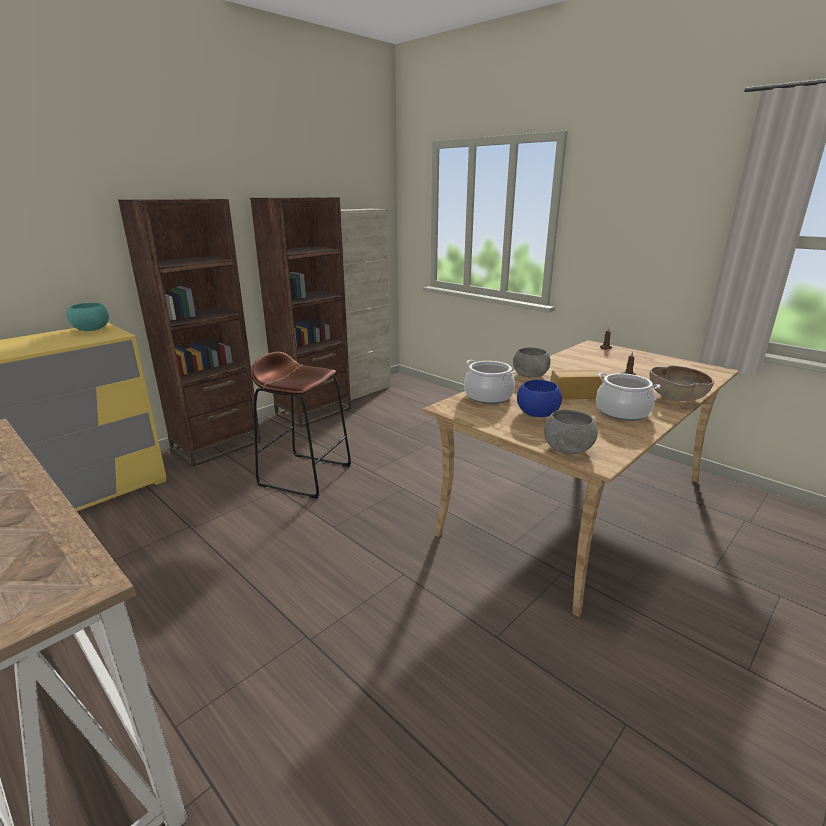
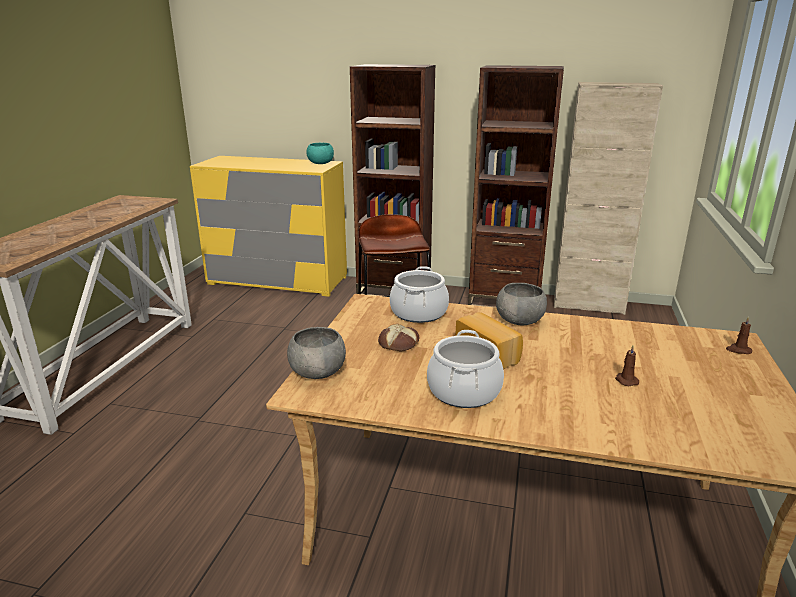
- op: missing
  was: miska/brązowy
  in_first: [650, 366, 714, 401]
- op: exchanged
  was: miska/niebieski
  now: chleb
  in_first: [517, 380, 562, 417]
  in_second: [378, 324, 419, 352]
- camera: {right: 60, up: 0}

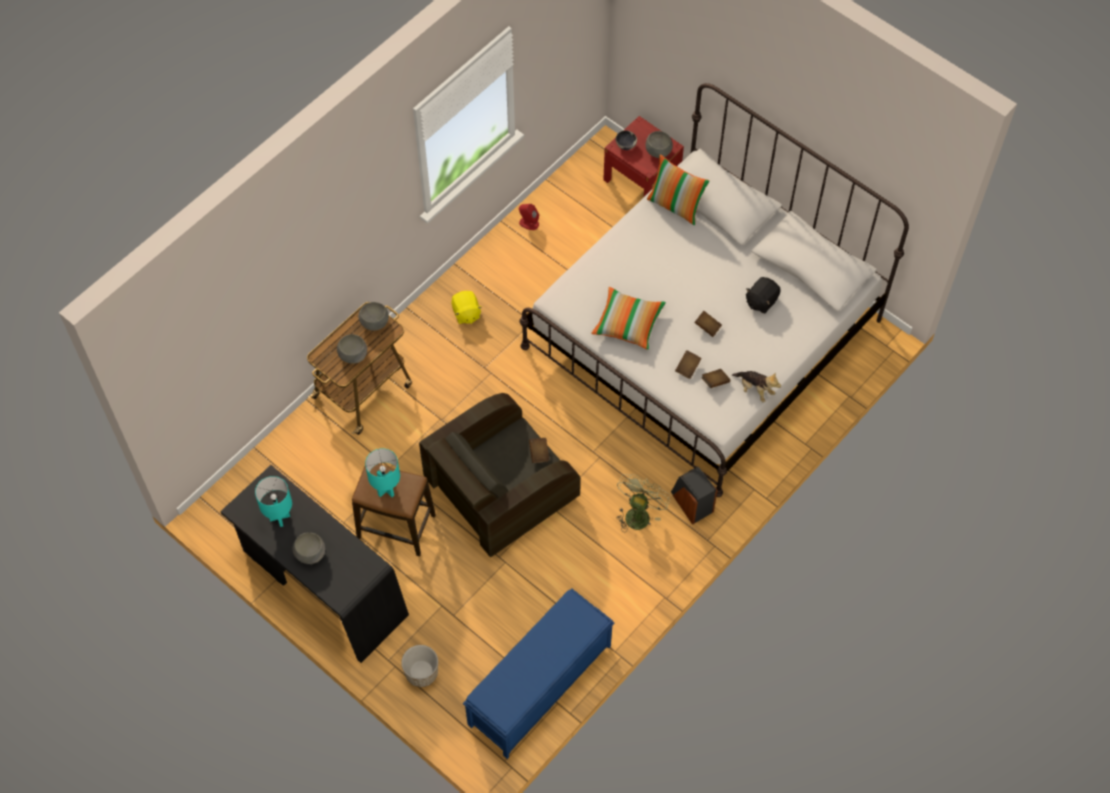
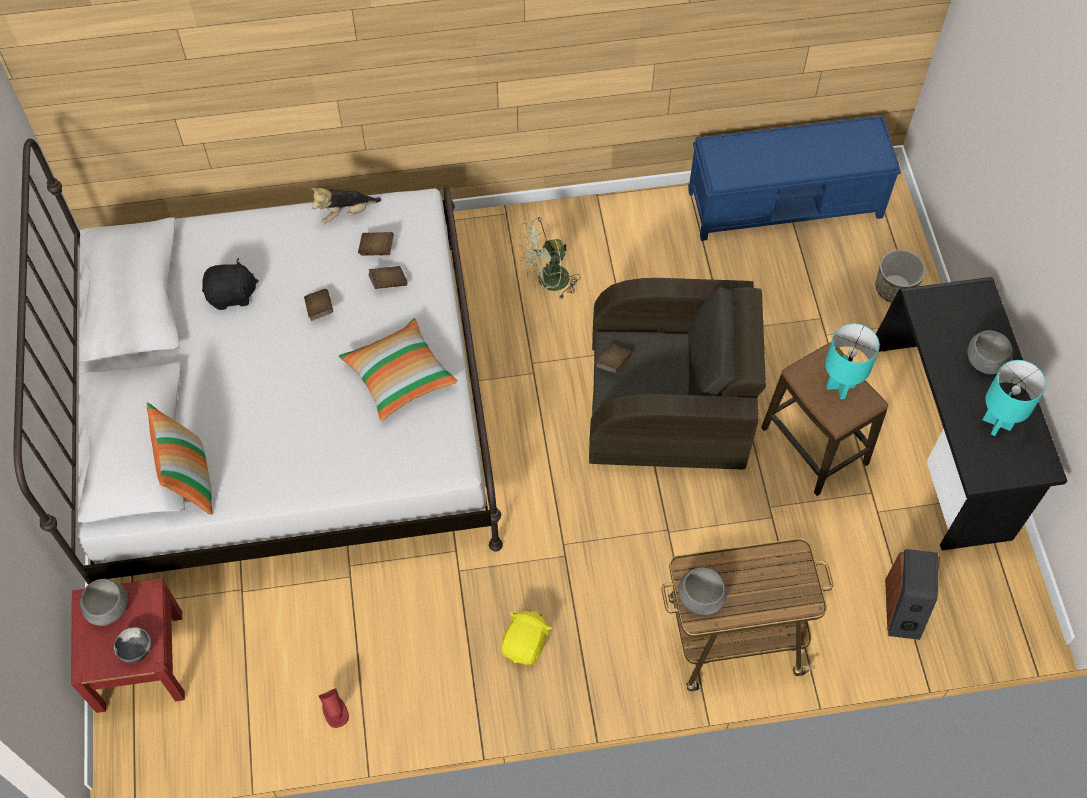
- op: missing
  was: miska/szary
  in_first: [337, 334, 367, 364]
- op: spun
  was: pluszak
  in_first: [732, 371, 781, 402]
  in_second: [311, 188, 381, 224]
  clockwise: -105
- op: relocated
  was: głośnik
  in_first: [671, 467, 718, 525]
  in_second: [885, 549, 940, 640]
- camera: {right: -140, up: 0}

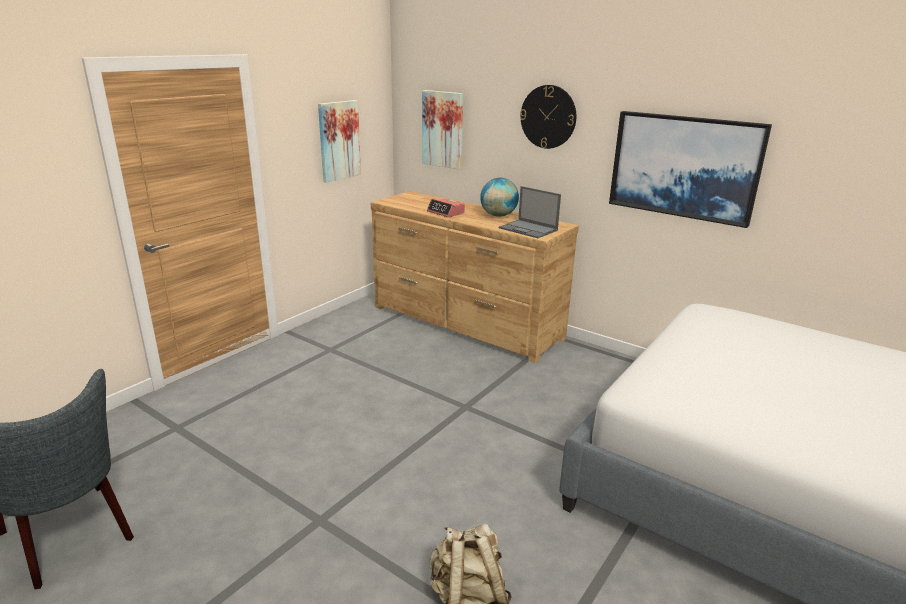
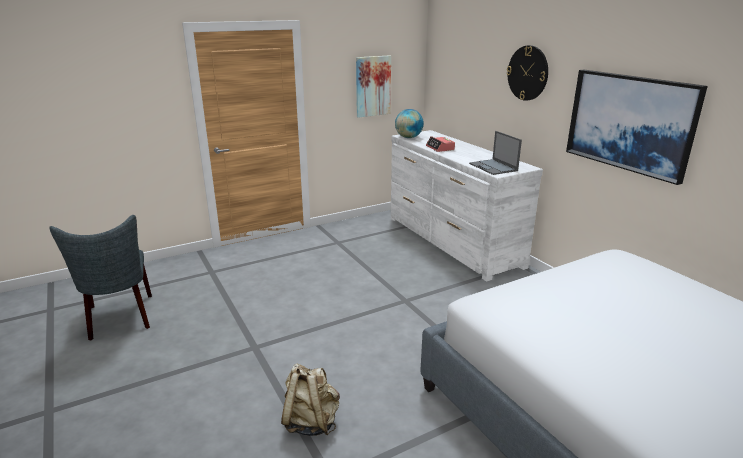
- op: missing
  was: obraz
  in_first: [422, 90, 463, 170]
- op: relocated
  was: globus
  in_first: [480, 178, 519, 217]
  in_second: [395, 109, 424, 138]
- op: colour
  was: komoda/brązowy
  now: komoda/biały
  in_first: [371, 191, 579, 363]
  in_second: [391, 130, 543, 281]
- camera: {right: 25, up: 0}

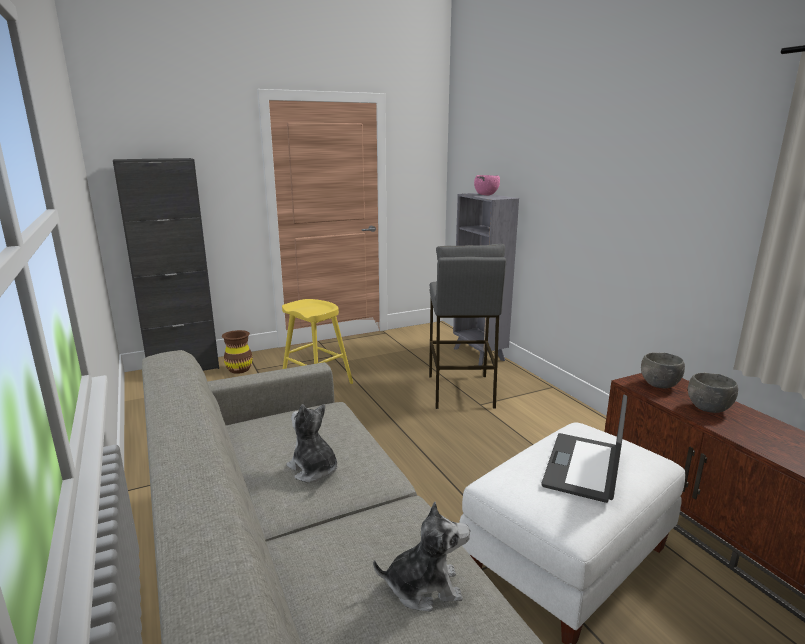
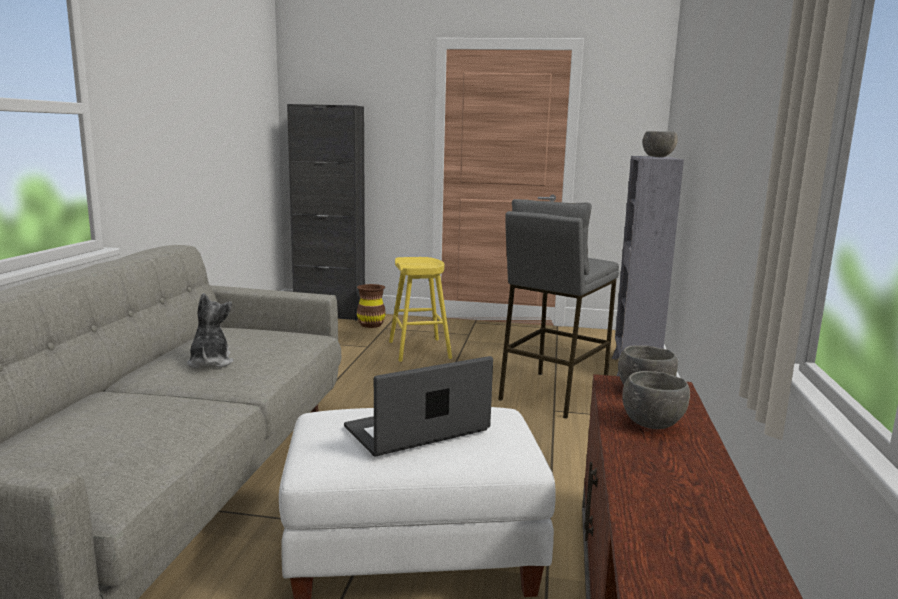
- op: colour
  was: miska/różowy
  now: miska/szary
  in_first: [474, 175, 500, 195]
  in_second: [643, 131, 678, 157]
- op: missing
  was: pluszak
  in_first: [373, 502, 470, 612]
- camera: {right: 35, up: -5}

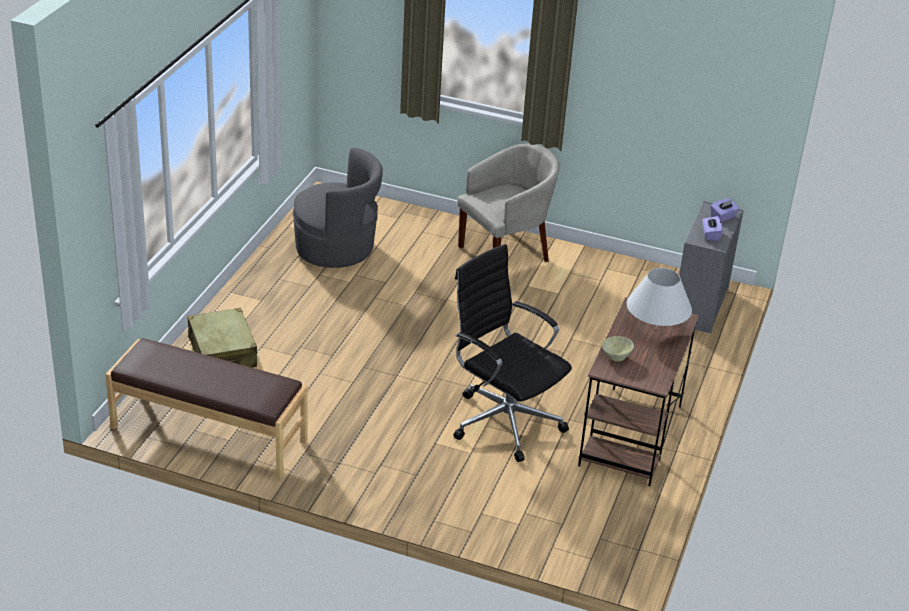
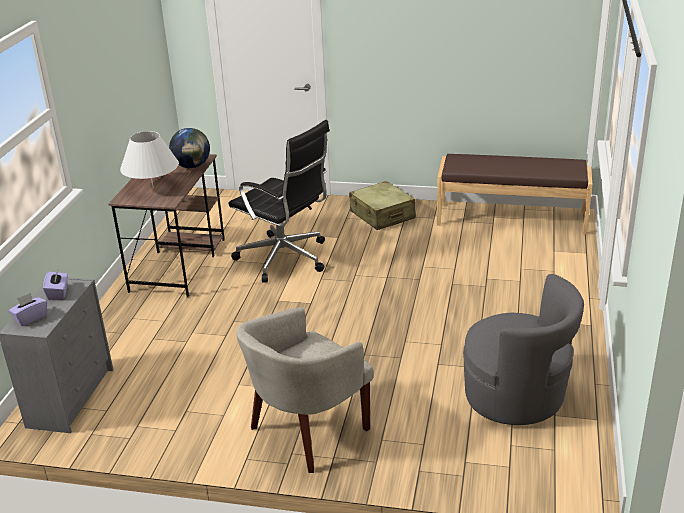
- op: spun
  was: fotel/szary
  in_first: [293, 148, 383, 268]
  in_second: [463, 274, 584, 425]
  clockwise: -150
- op: relocated
  was: walizka/beżowy
  in_first: [187, 308, 257, 368]
  in_second: [349, 181, 416, 230]
- op: exchanged
  was: miska/beżowy
  now: globus
  in_first: [602, 336, 634, 361]
  in_second: [169, 128, 210, 168]
- camera: {right: 175, up: -5}

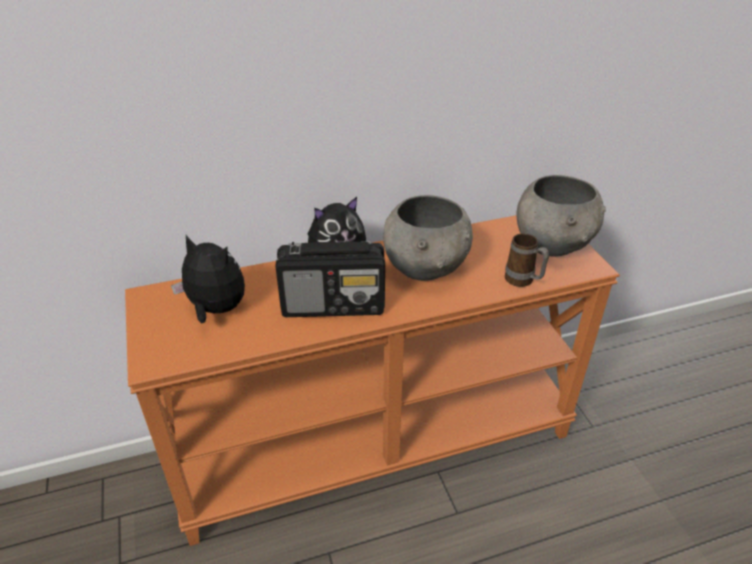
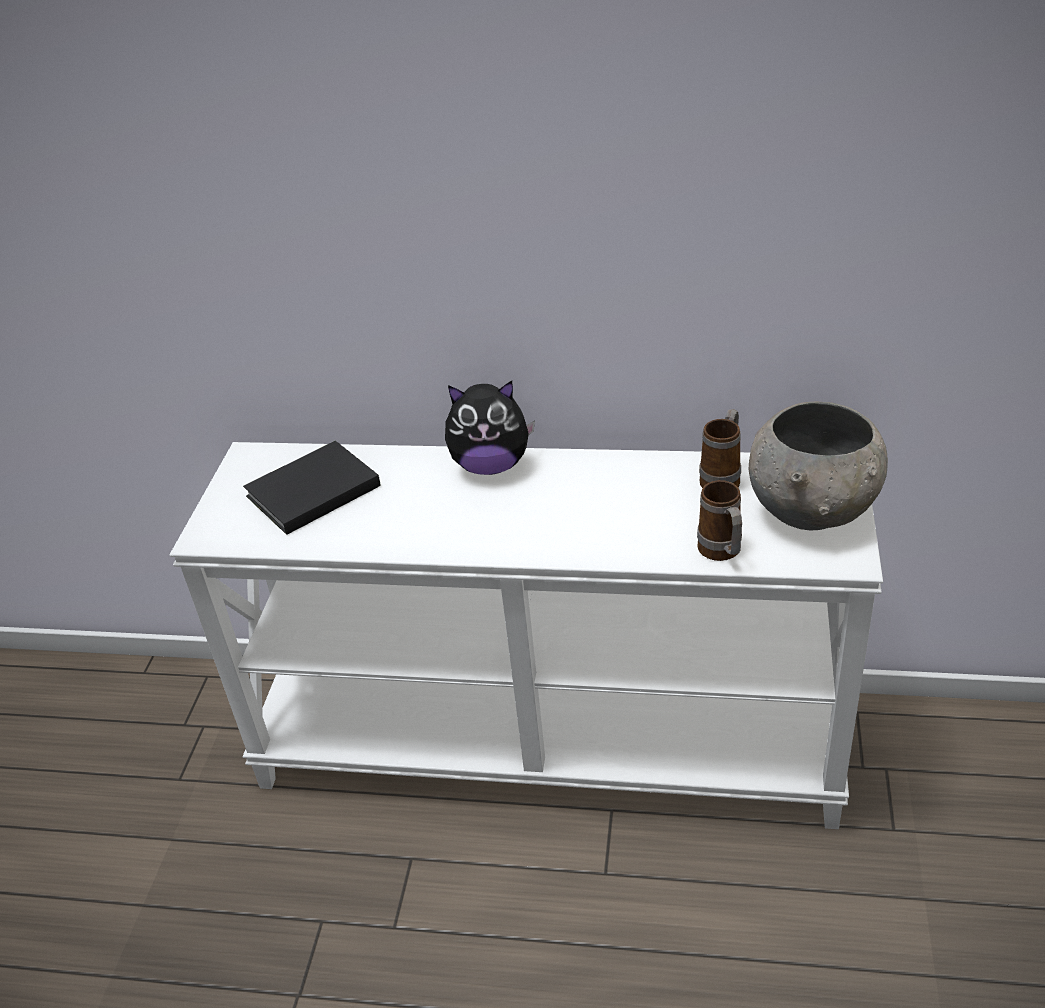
- op: missing
  was: miska/szary
  in_first: [383, 195, 473, 281]
- op: colour
  was: stolik konsolowy/pomarańczowy
  now: stolik konsolowy/biały
  in_first: [125, 215, 620, 546]
  in_second: [169, 442, 883, 829]
- op: exchanged
  was: pluszak
  now: książka/czarny
  in_first: [171, 235, 245, 324]
  in_second: [243, 441, 381, 535]
- op: missing
  was: radio
  in_first: [275, 241, 385, 317]
- op: appeared
  now: kubek
  in_second: [699, 409, 741, 488]
- camera: {right: 30, up: 0}

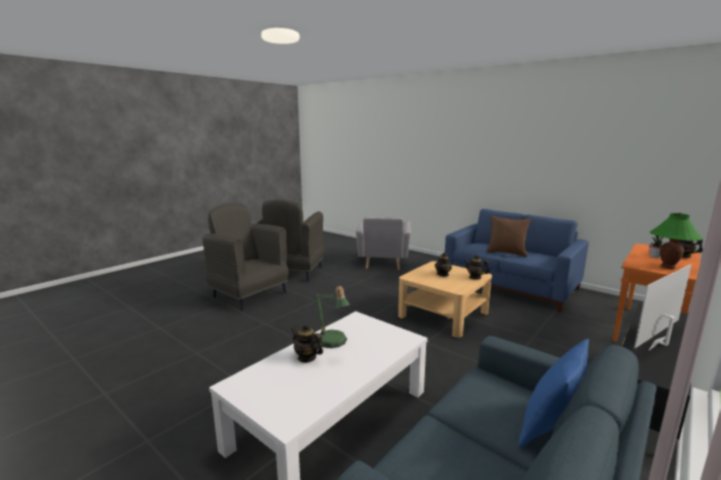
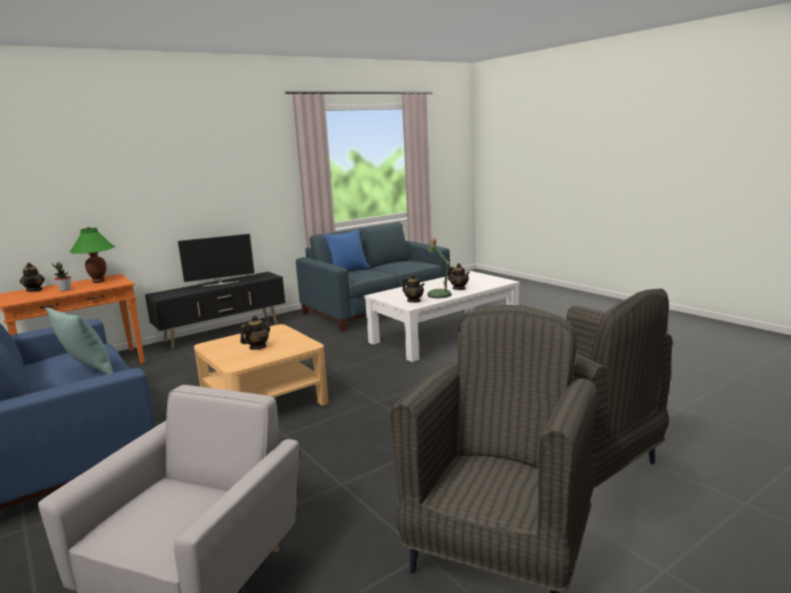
- op: colour
  was: poduszka/brązowy
  now: poduszka/turkusowy
  in_first: [486, 215, 531, 257]
  in_second: [45, 307, 113, 374]
- op: relocated
  was: imbryk
  in_first: [465, 255, 489, 280]
  in_second: [402, 274, 425, 303]
- camera: {right: -165, up: 0}

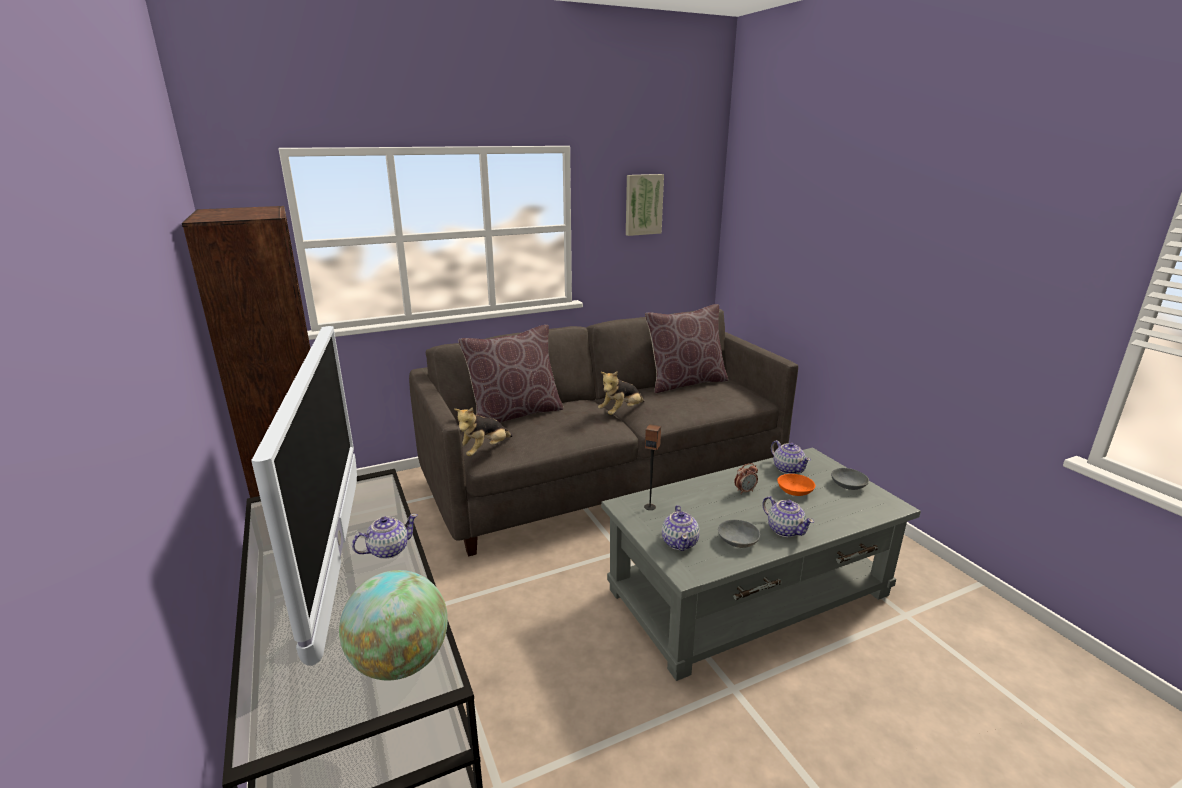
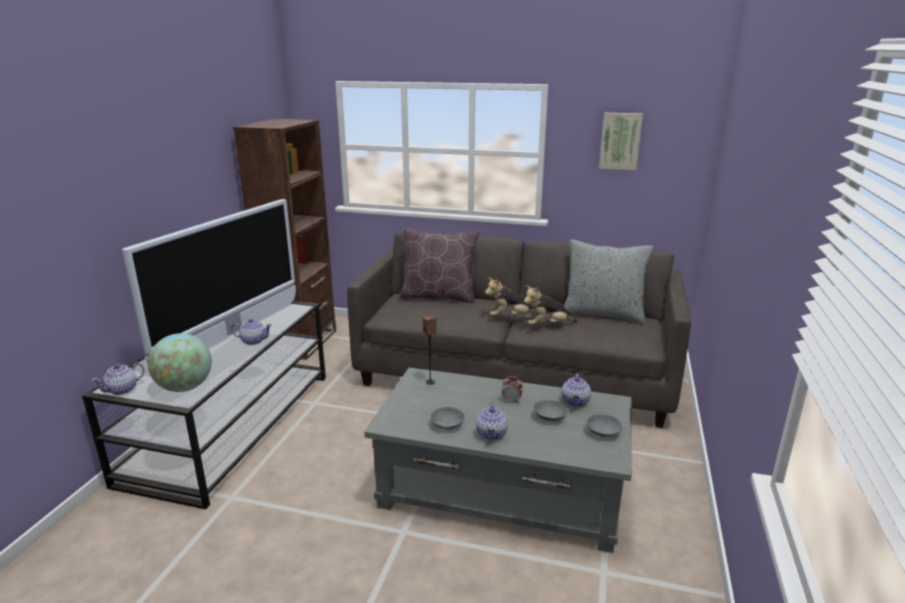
- op: colour
  was: poduszka/brązowy
  now: poduszka/szary
  in_first: [645, 304, 728, 393]
  in_second: [564, 239, 654, 323]
- op: relocated
  was: pluszak
  in_first: [454, 407, 513, 456]
  in_second: [524, 285, 577, 325]
- op: colour
  was: miska/pomarańczowy
  now: miska/szary
  in_first: [777, 474, 815, 496]
  in_second: [534, 400, 567, 421]
- op: relocated
  was: imbryk
  in_first: [662, 505, 699, 551]
  in_second: [91, 363, 145, 395]
- camera: {right: 40, up: 0}

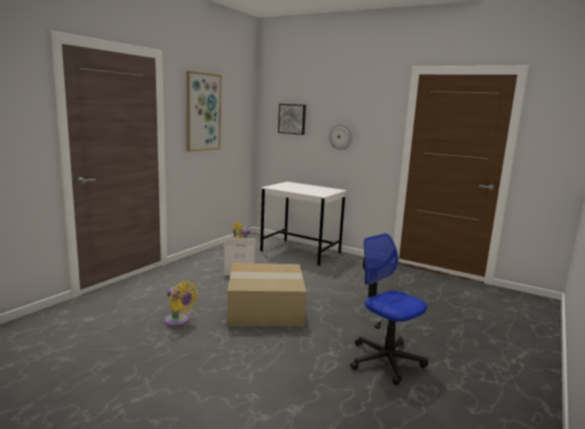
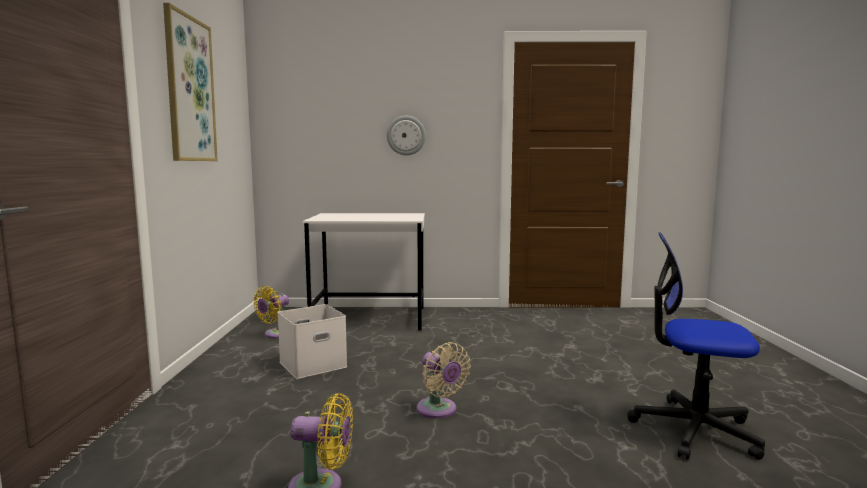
- op: missing
  was: obraz
  in_first: [278, 104, 306, 135]
- op: exchanged
  was: karton
  now: wentylator/beżowy
  in_first: [227, 263, 306, 327]
  in_second: [417, 342, 471, 418]
- camera: {right: -30, up: -5}

